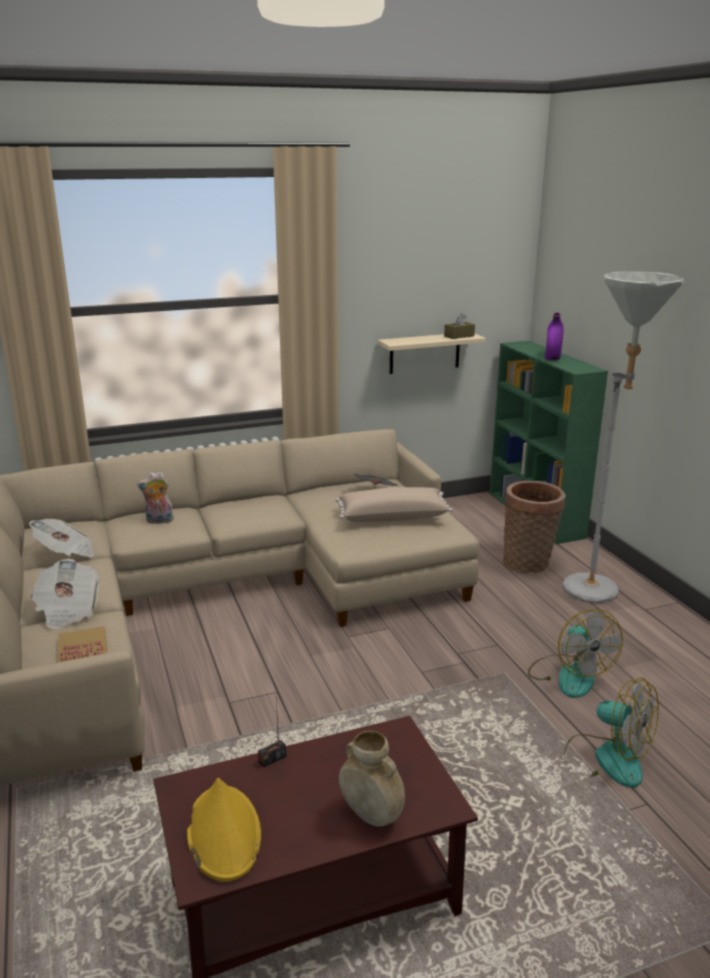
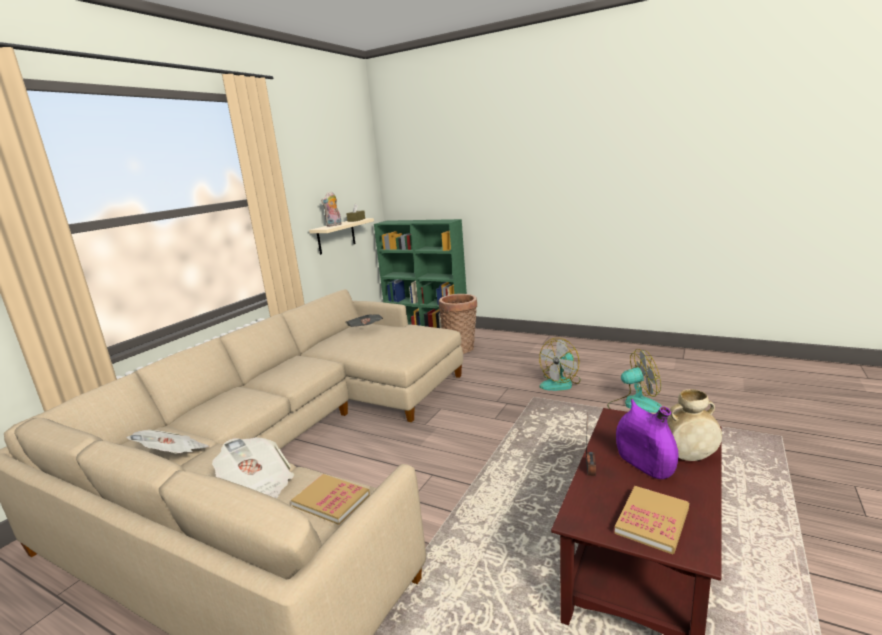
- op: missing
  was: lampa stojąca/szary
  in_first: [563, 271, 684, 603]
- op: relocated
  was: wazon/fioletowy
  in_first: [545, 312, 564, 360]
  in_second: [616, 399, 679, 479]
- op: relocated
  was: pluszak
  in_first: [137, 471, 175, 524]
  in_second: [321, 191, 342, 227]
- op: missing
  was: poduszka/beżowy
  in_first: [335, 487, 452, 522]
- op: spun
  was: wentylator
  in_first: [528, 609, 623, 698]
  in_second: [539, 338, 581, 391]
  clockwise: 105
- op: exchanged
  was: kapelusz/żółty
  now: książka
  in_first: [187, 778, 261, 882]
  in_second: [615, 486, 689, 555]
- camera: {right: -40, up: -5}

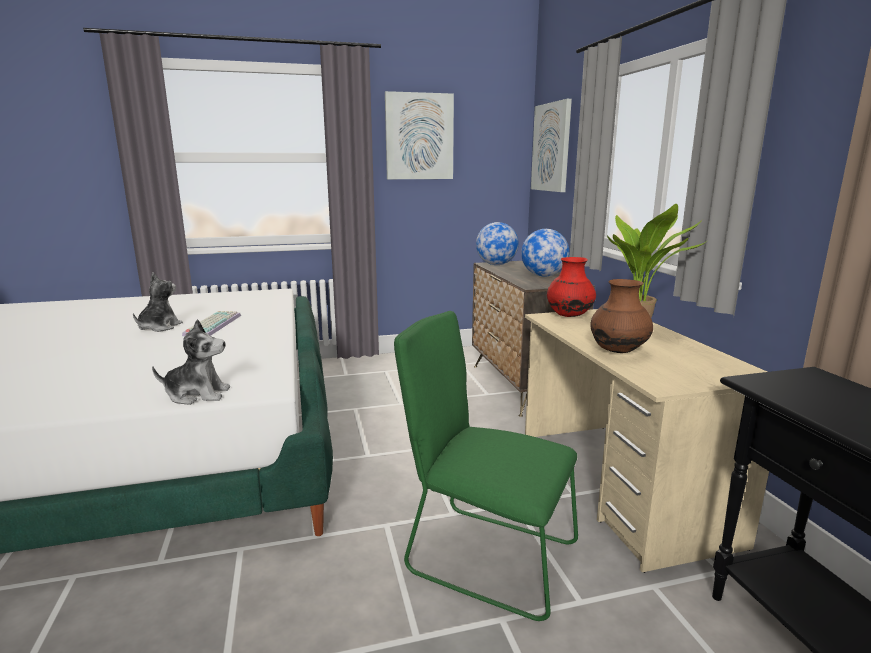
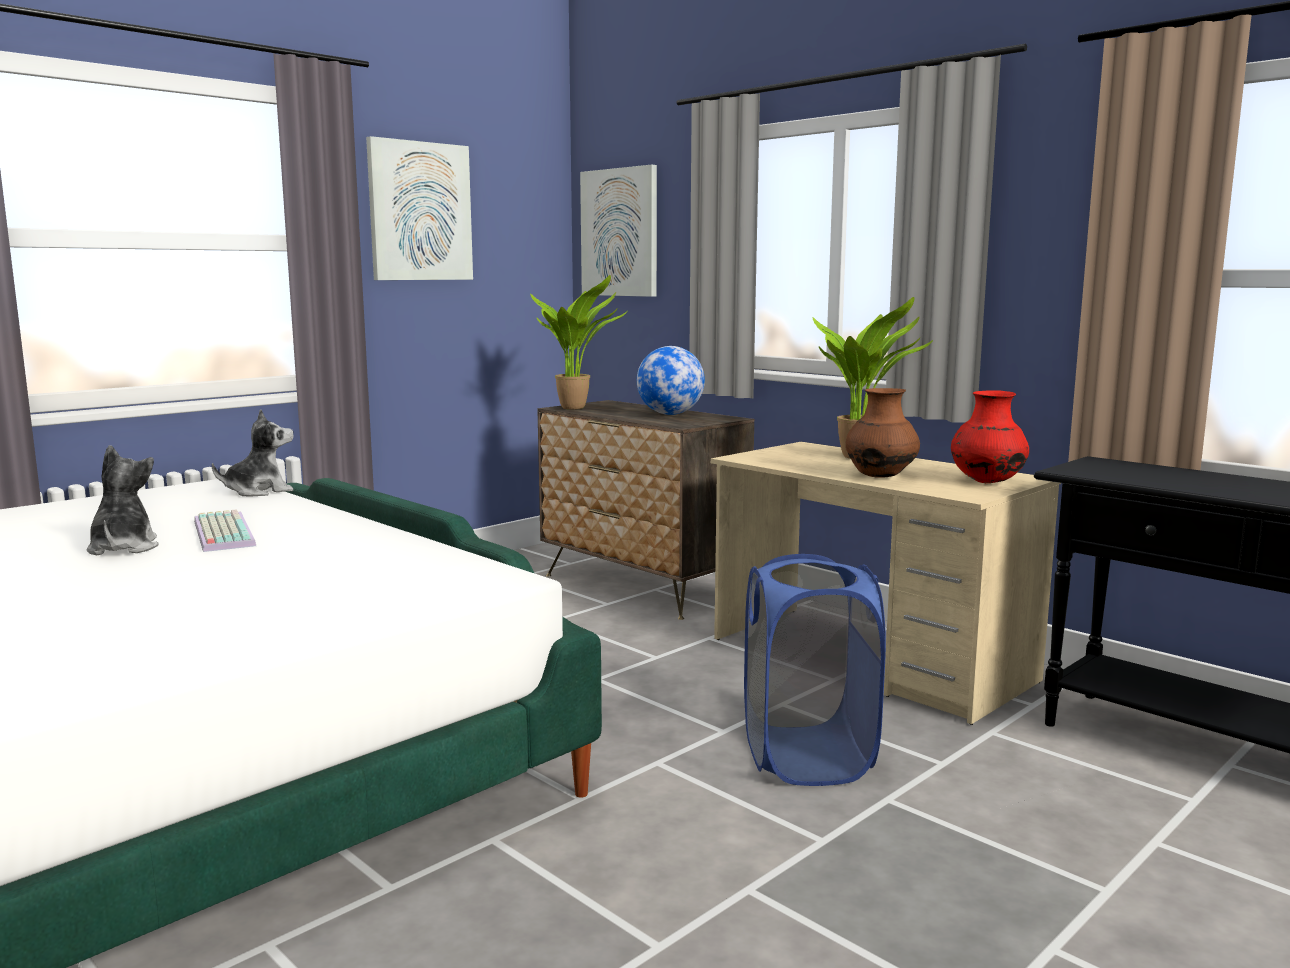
- op: exchanged
  was: globus
  now: roślina doniczkowa
  in_first: [476, 222, 519, 265]
  in_second: [530, 275, 628, 410]
- op: relocated
  was: wazon/czerwony
  in_first: [547, 257, 596, 317]
  in_second: [951, 390, 1029, 483]
- op: exchanged
  was: krzesło/zielony
  now: kosz na pranie/niebieski
  in_first: [394, 311, 578, 621]
  in_second: [744, 554, 886, 786]
- op: relocated
  was: pluszak
  in_first: [152, 319, 230, 405]
  in_second: [212, 409, 294, 497]
- camera: {right: -30, up: -5}

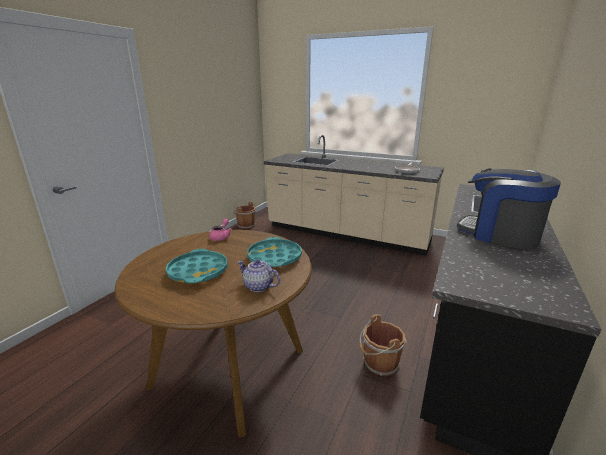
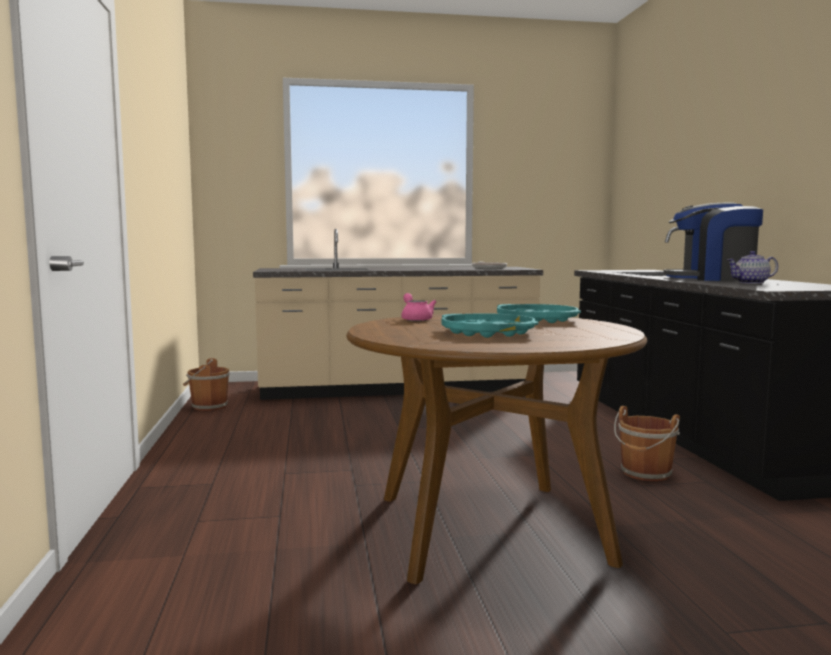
- op: relocated
  was: imbryk
  in_first: [237, 260, 280, 292]
  in_second: [727, 251, 778, 284]
- camera: {right: -35, up: -15}

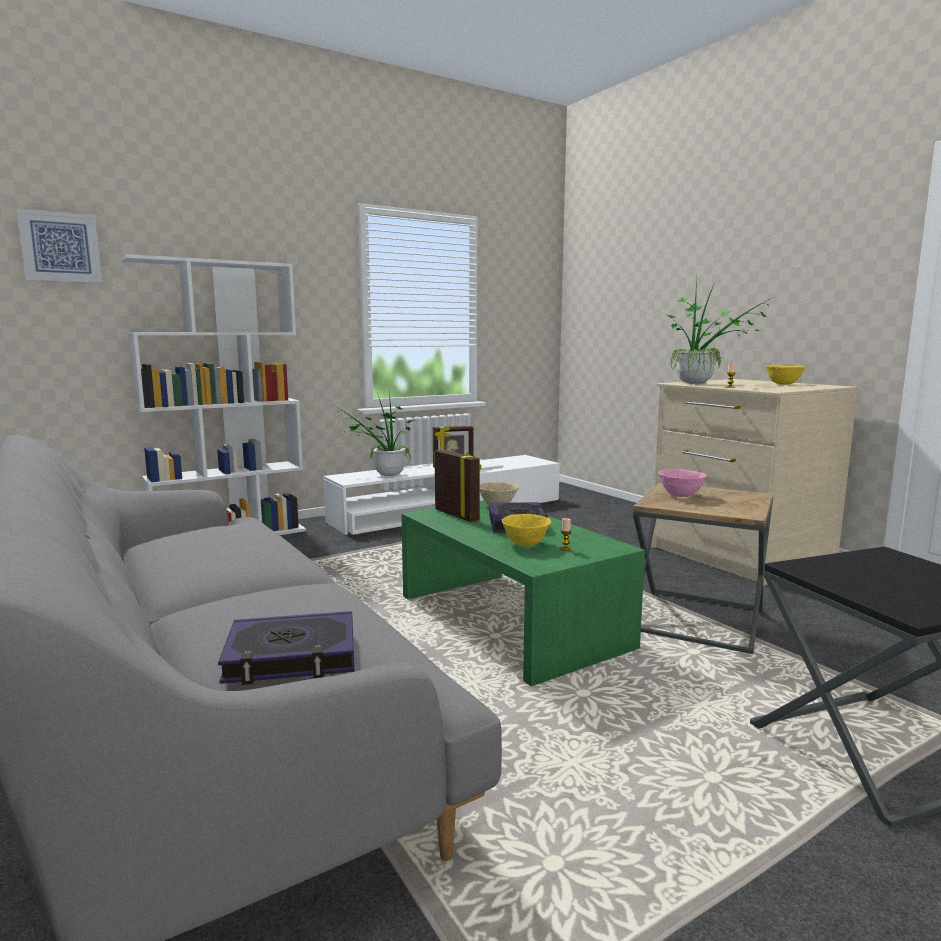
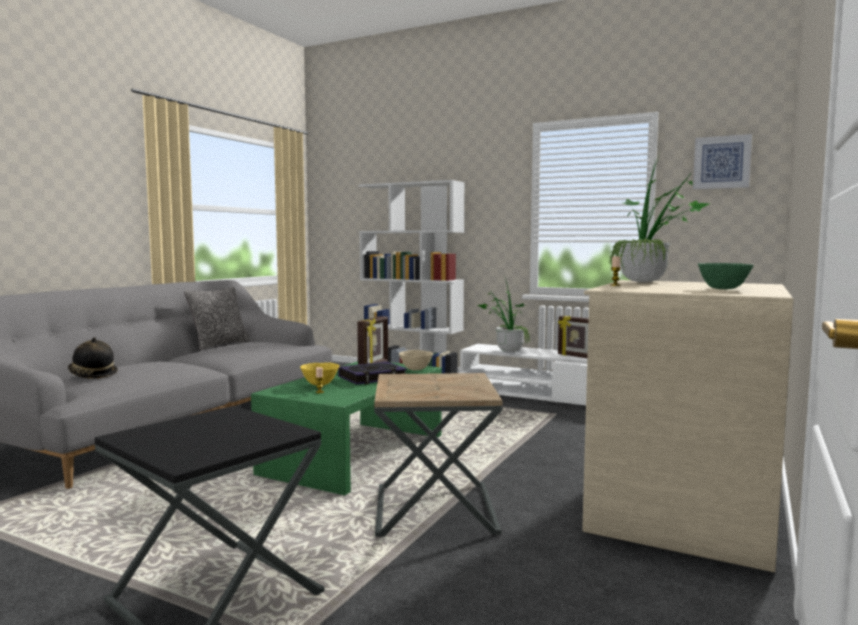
- op: relocated
  was: obraz
  in_first: [17, 209, 102, 283]
  in_second: [693, 134, 752, 189]
- op: colour
  was: miska/żółty
  now: miska/zielony
  in_first: [765, 366, 805, 385]
  in_second: [698, 263, 754, 289]
- op: missing
  was: miska/różowy
  in_first: [658, 469, 706, 497]
- op: exchanged
  was: książka
  now: kapelusz
  in_first: [218, 611, 354, 685]
  in_second: [68, 337, 118, 379]
- op: appeared
  now: poduszka
  in_second: [184, 287, 250, 350]
- camera: {right: 60, up: -5}

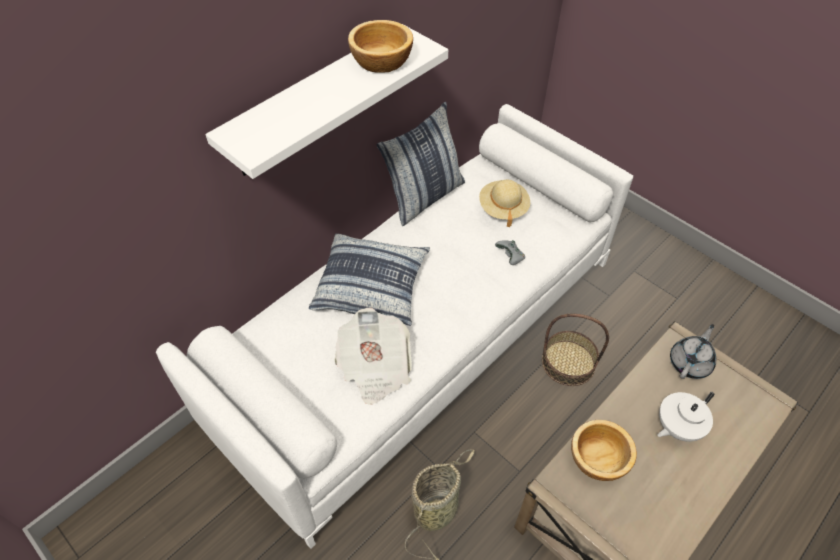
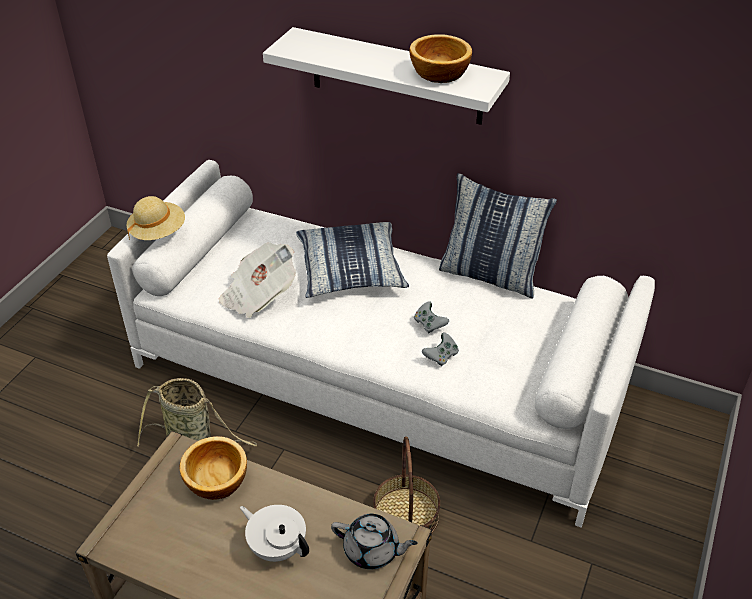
- op: relocated
  was: kapelusz/beżowy
  in_first: [479, 180, 530, 227]
  in_second: [126, 196, 185, 240]
- op: appeared
  now: pad do gier/szary
  in_second: [414, 301, 449, 333]
- camera: {right: 70, up: -10}

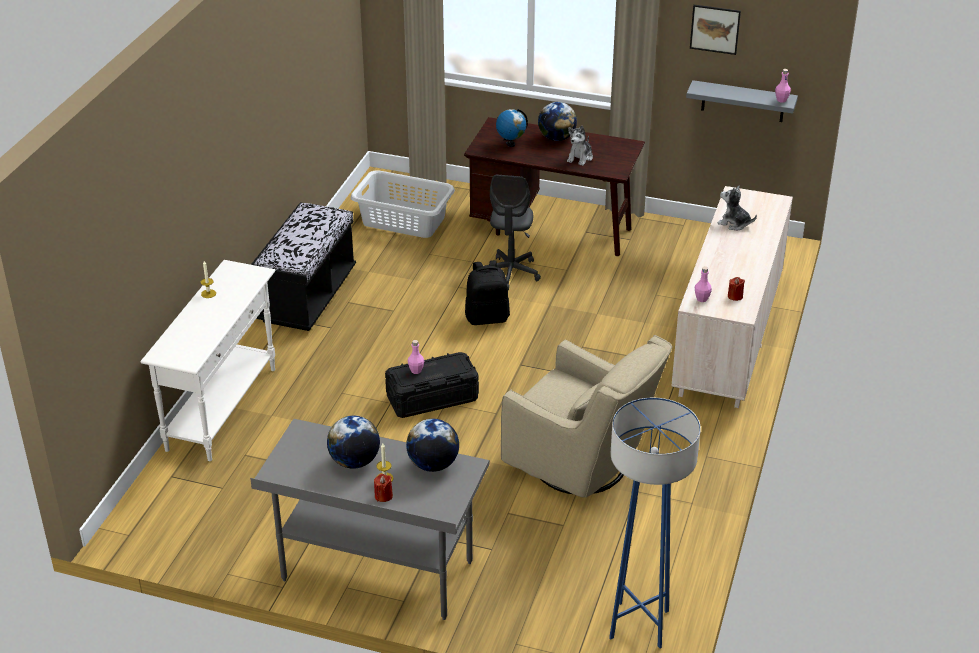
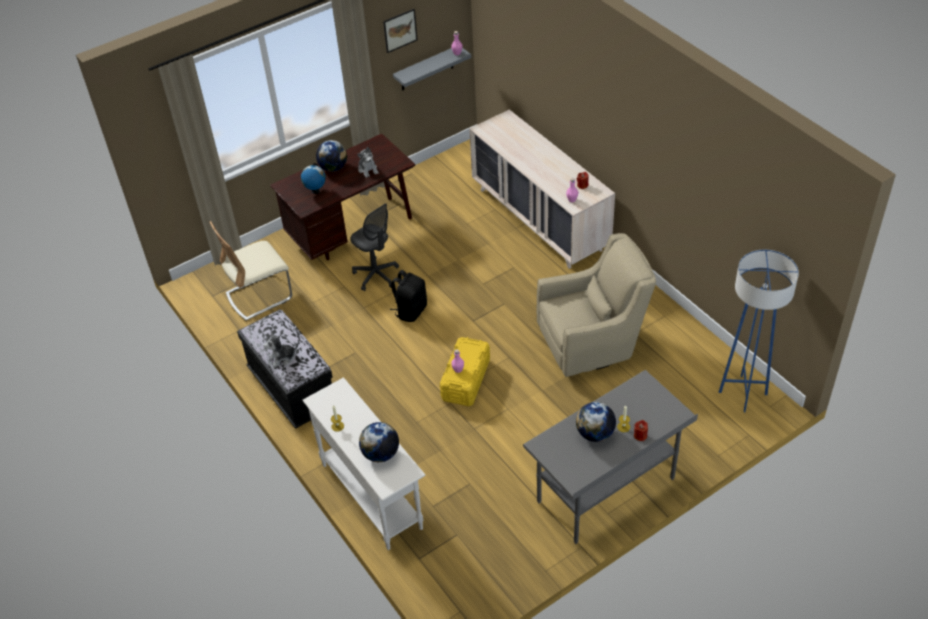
- op: exchanged
  was: kosz na pranie/szary
  now: krzesło/beżowy
  in_first: [351, 170, 455, 238]
  in_second: [210, 221, 292, 321]
- op: relocated
  was: pluszak
  in_first: [718, 186, 757, 230]
  in_second: [263, 332, 298, 367]
- op: colour
  was: pojemnik do przechowywania/czarny
  now: pojemnik do przechowywania/żółty
  in_first: [385, 352, 479, 418]
  in_second: [440, 337, 490, 406]
- op: relocated
  was: globus
  in_first: [406, 419, 459, 472]
  in_second: [359, 422, 399, 462]
- camera: {right: -50, up: 10}

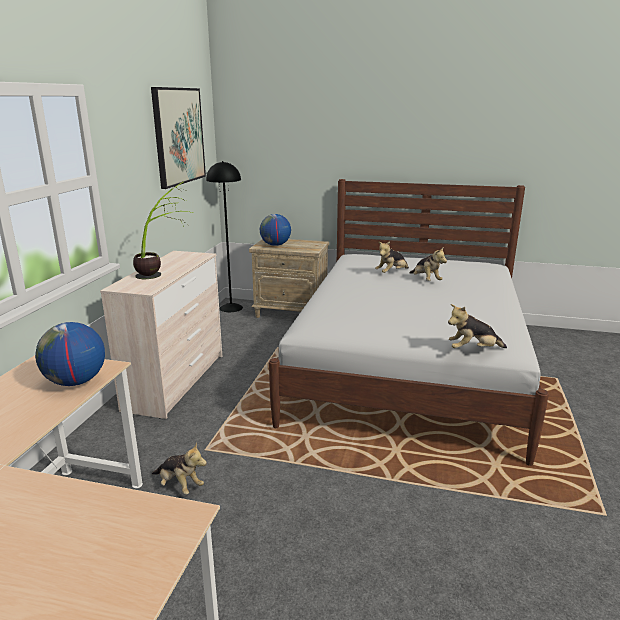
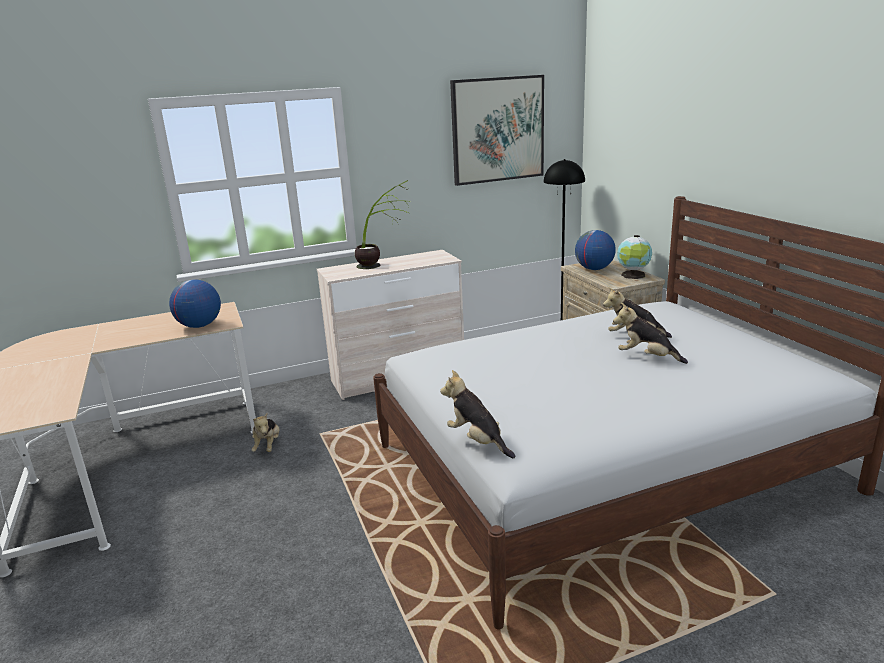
- op: spun
  was: pluszak
  in_first: [409, 246, 447, 281]
  in_second: [613, 303, 688, 364]
  clockwise: 90
- op: appeared
  now: globus
  in_second: [617, 235, 652, 279]
- camera: {right: 55, up: 0}

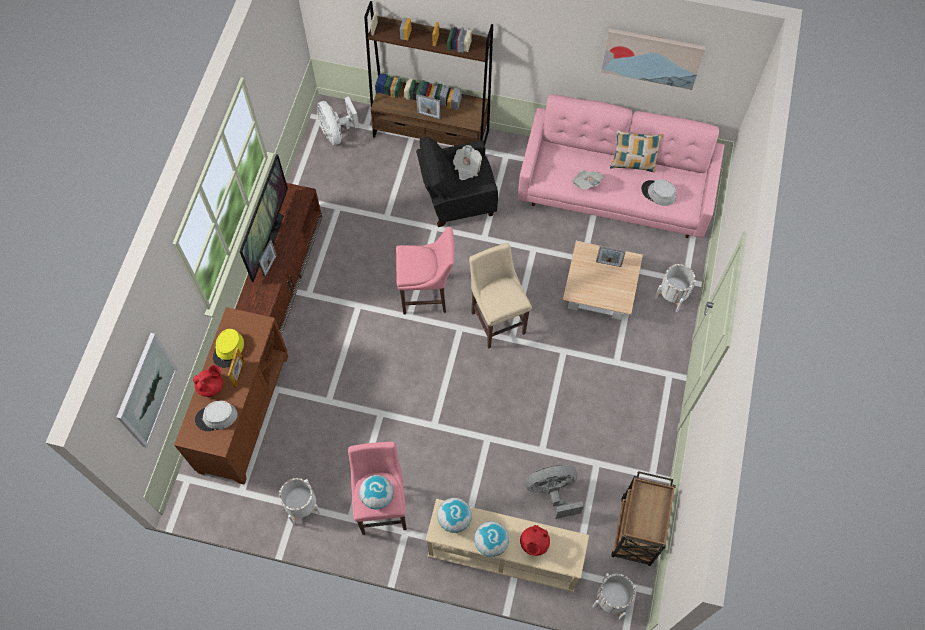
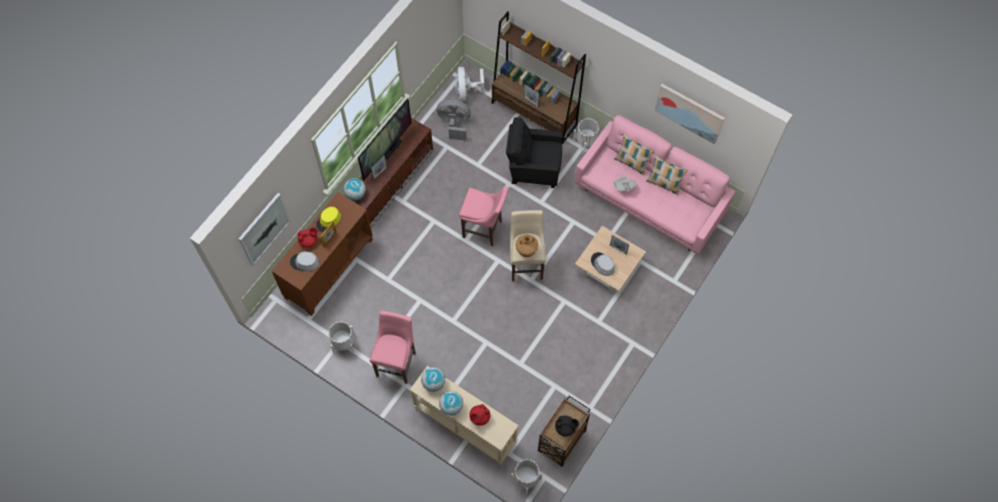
- op: missing
  was: gazeta
  in_first: [453, 145, 482, 180]
- op: relocated
  was: kapelusz/szary
  in_first: [641, 179, 676, 206]
  in_second: [591, 252, 615, 276]
- op: relocated
  was: donica/biały
  in_first: [655, 264, 696, 312]
  in_second: [573, 118, 600, 154]
- op: relocated
  was: wentylator/szary
  in_first: [525, 465, 584, 519]
  in_second: [437, 100, 471, 141]
- op: relocated
  was: globus
  in_first: [359, 475, 394, 510]
  in_second: [344, 178, 366, 200]
- op: appeared
  now: poduszka
  in_second: [615, 134, 654, 175]
- op: appeared
  now: wazon/brązowy
  in_second: [515, 234, 538, 257]
- op: appeared
  now: imbryk/czarny
  in_second: [555, 416, 579, 436]
- camera: {right: 20, up: 0}

